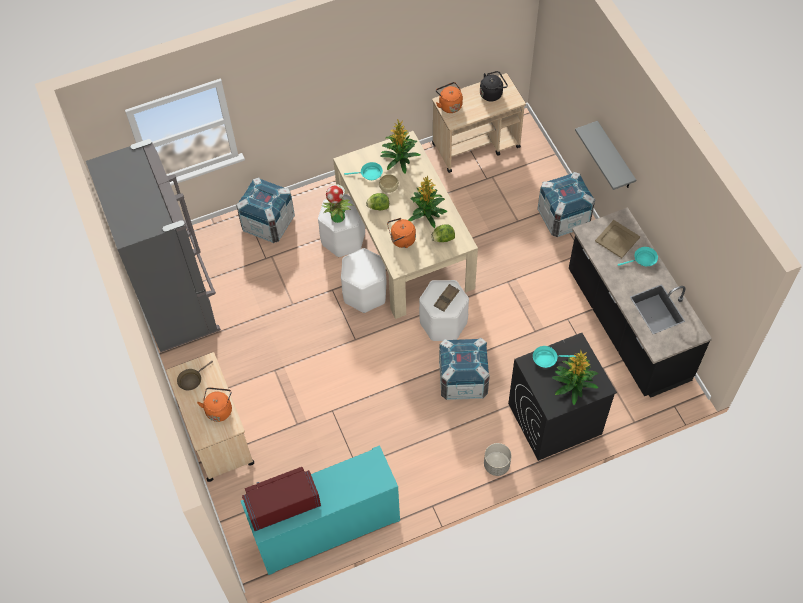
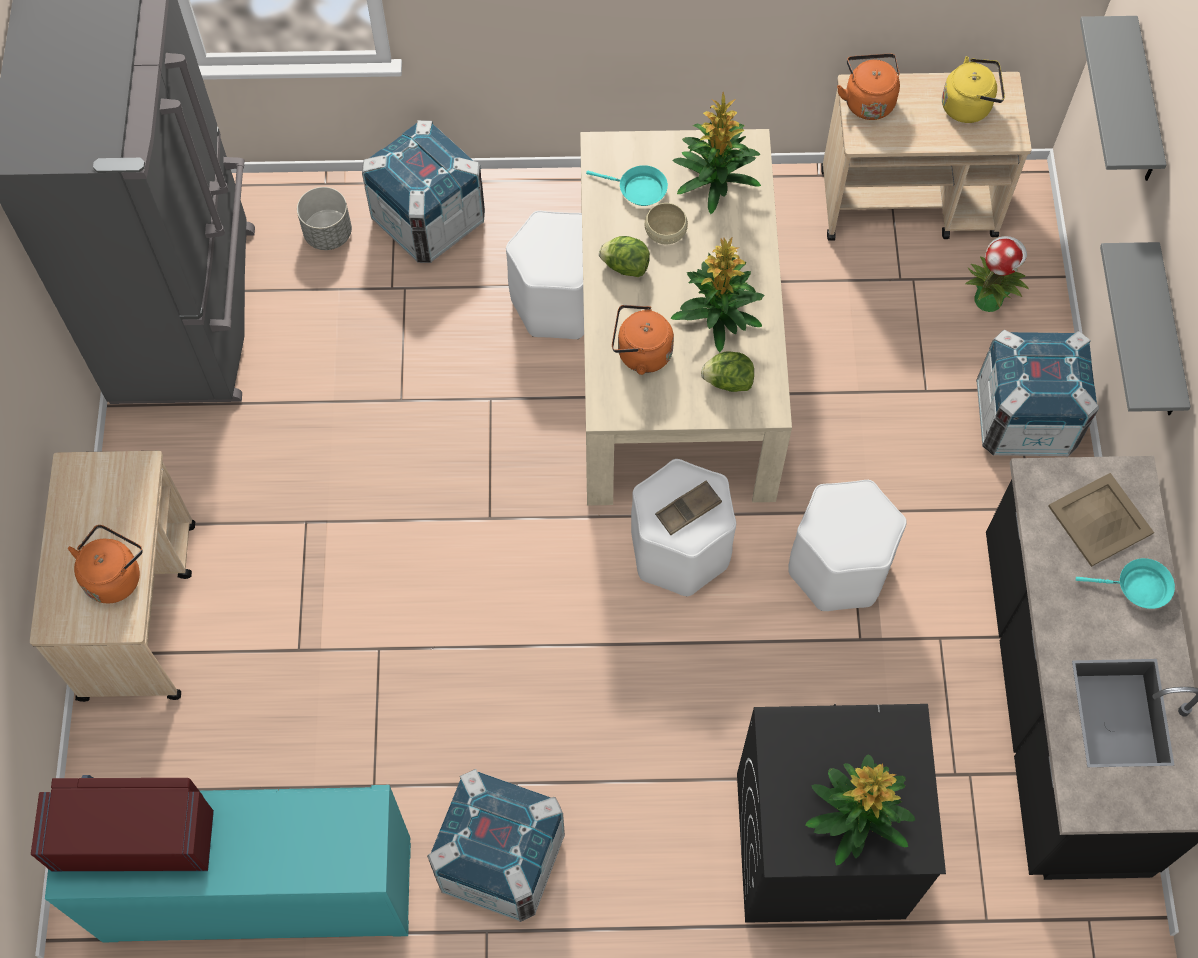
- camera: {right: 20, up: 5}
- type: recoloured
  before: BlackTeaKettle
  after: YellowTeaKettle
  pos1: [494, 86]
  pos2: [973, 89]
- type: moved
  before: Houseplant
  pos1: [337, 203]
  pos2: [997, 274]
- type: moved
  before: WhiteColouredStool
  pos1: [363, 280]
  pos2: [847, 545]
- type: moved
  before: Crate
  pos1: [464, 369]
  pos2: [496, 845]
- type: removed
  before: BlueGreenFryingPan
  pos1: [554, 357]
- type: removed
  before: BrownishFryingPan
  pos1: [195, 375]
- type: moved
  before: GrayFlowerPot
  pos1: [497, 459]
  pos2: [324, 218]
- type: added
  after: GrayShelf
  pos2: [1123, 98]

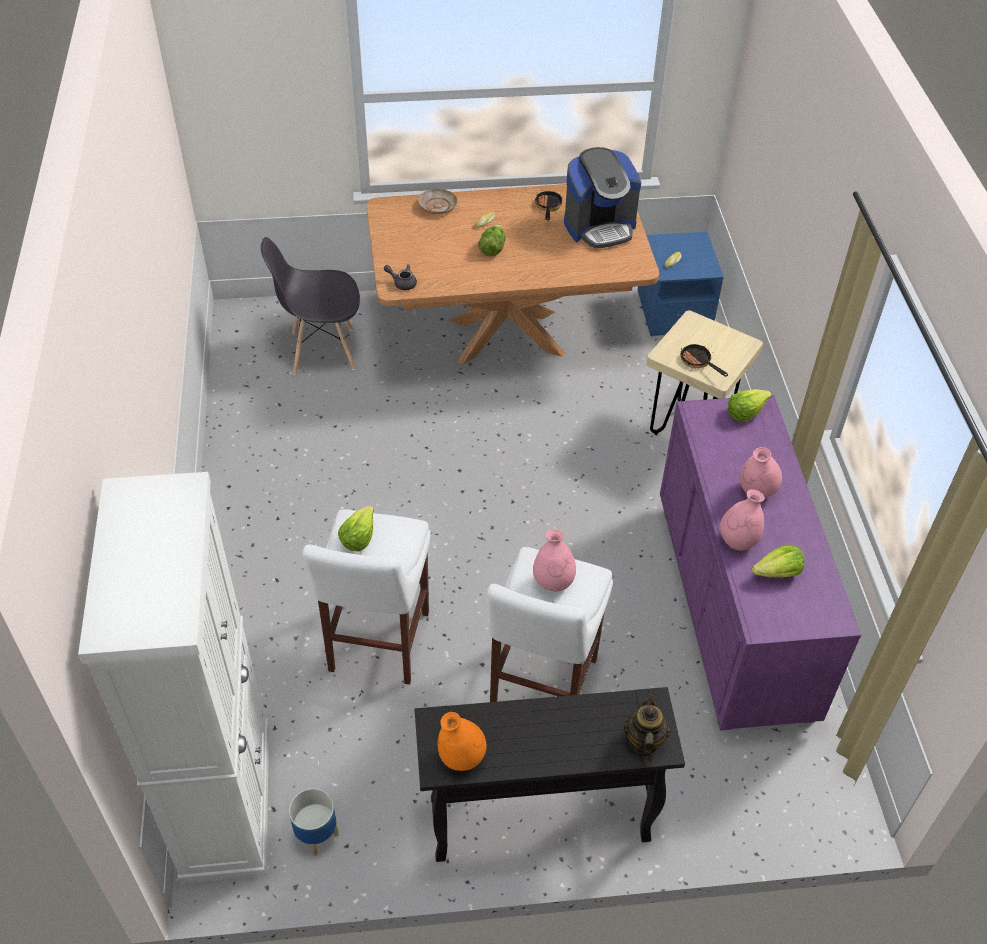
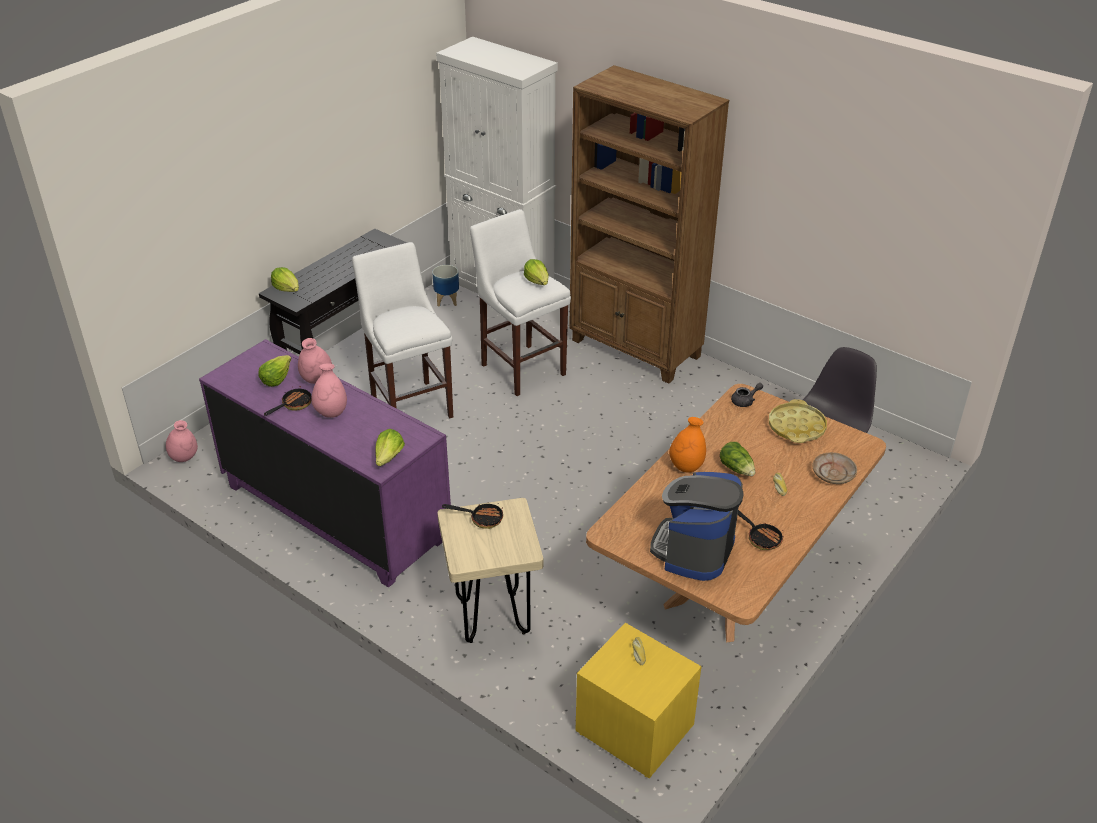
- camera: {right: 135, up: -10}
- type: recoloured
  before: BlueNightTable
  after: YellowNightTable
  pos1: [681, 284]
  pos2: [638, 700]
- type: moved
  before: PinkishVase
  pos1: [554, 560]
  pos2: [182, 441]
- type: replaced
  before: PotForTea
  after: Lettuce
  pos1: [647, 726]
  pos2: [285, 279]
- type: moved
  before: OrangeColouredVase
  pos1: [462, 741]
  pos2: [687, 445]
- type: added
  after: BrownishBookshelf
  pos2: [649, 224]
- type: added
  after: FryingPan
  pos2: [287, 401]
- type: added
  after: YellowServingTray
  pos2: [798, 421]

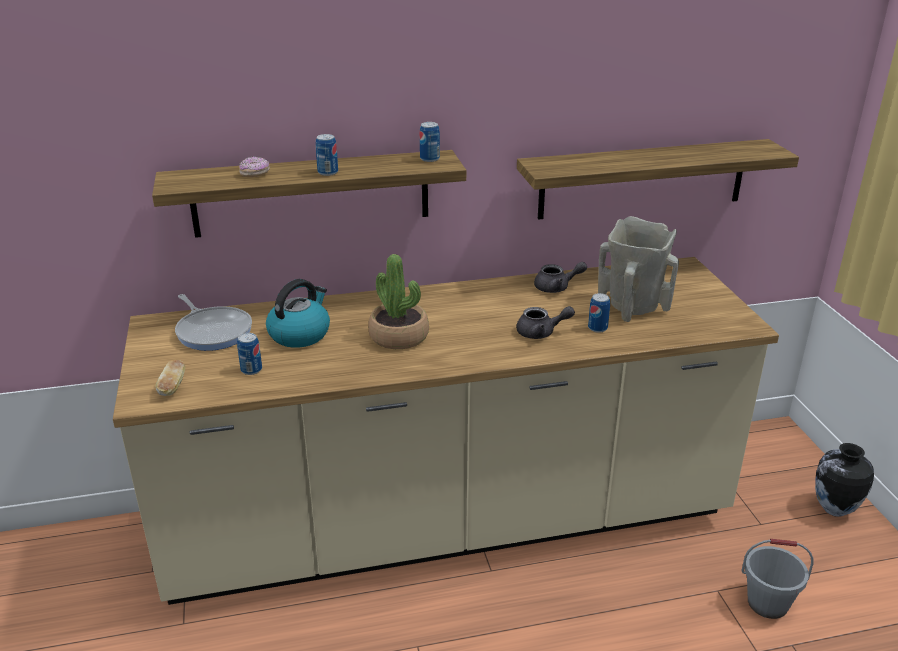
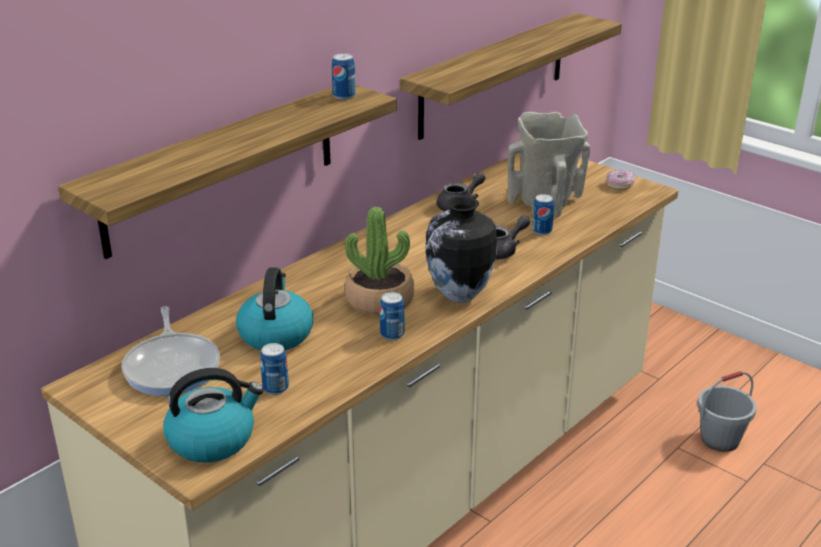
- camera: {right: -35, up: 0}
- type: moved
  before: MetalCan
  pos1: [327, 155]
  pos2: [392, 316]
- type: moved
  before: RingDoughnut
  pos1: [254, 167]
  pos2: [621, 180]
- type: turned
  before: FryingPan
  pos1: [213, 322]
  pos2: [170, 351]
  turn: 60
- type: replaced
  before: Bread
  after: TeaKettle
  pos1: [170, 378]
  pos2: [213, 415]
- type: moved
  before: Vase
  pos1: [844, 480]
  pos2: [461, 249]

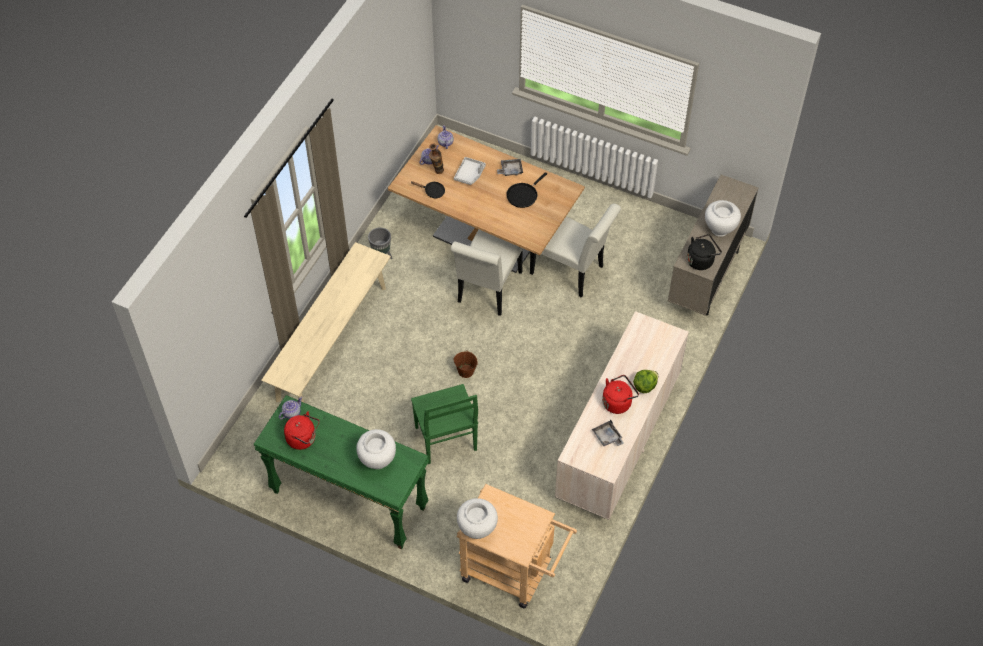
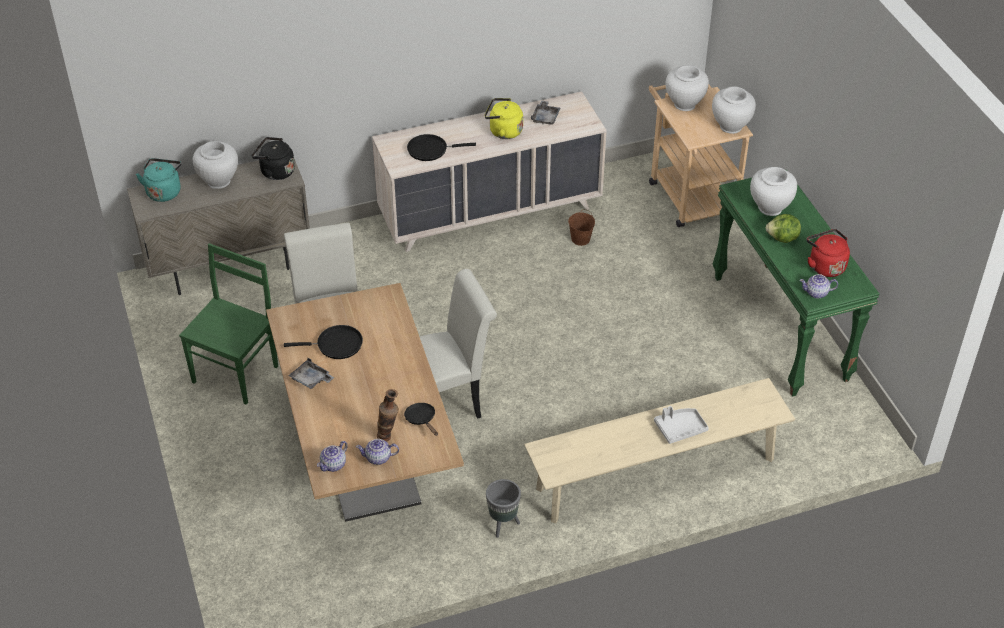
- camera: {right: -135, up: -10}
- type: moved
  before: GrayServingTray
  pos1: [470, 171]
  pos2: [681, 425]
- type: moved
  before: BrownishWaterBucket
  pos1: [466, 364]
  pos2: [581, 227]
- type: moved
  before: Lettuce
  pos1: [645, 381]
  pos2: [783, 228]
- type: recoloured
  before: RedColouredTeaKettle
  after: YellowTeaKettle
  pos1: [620, 394]
  pos2: [504, 118]
- type: moved
  before: GreenColouredChair
  pos1: [444, 424]
  pos2: [228, 324]
- type: added
  after: WhiteColouredVase
  pos2: [687, 88]
- type: added
  after: BlackFryingPan
  pos2: [441, 147]
- type: added
  after: BlueGreenTeaKettle
  pos2: [159, 180]

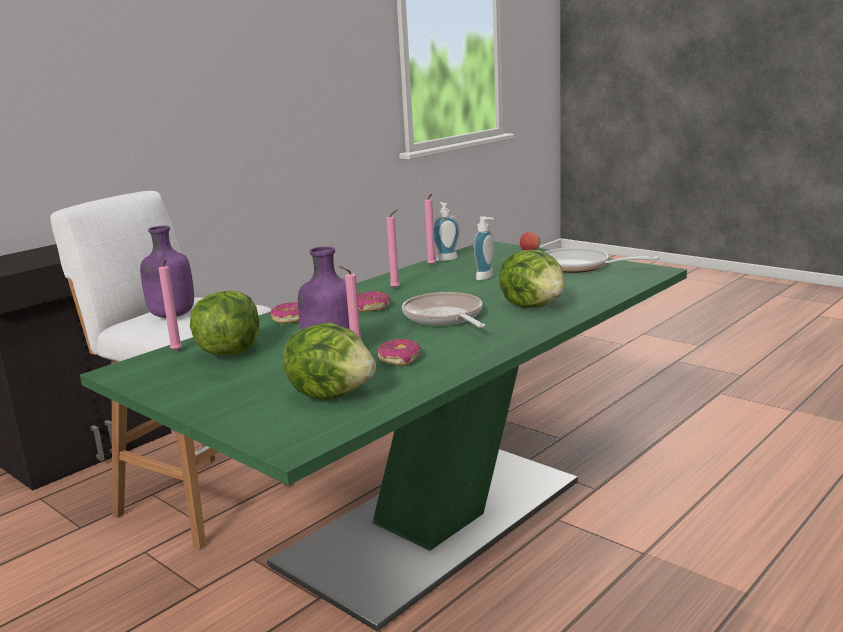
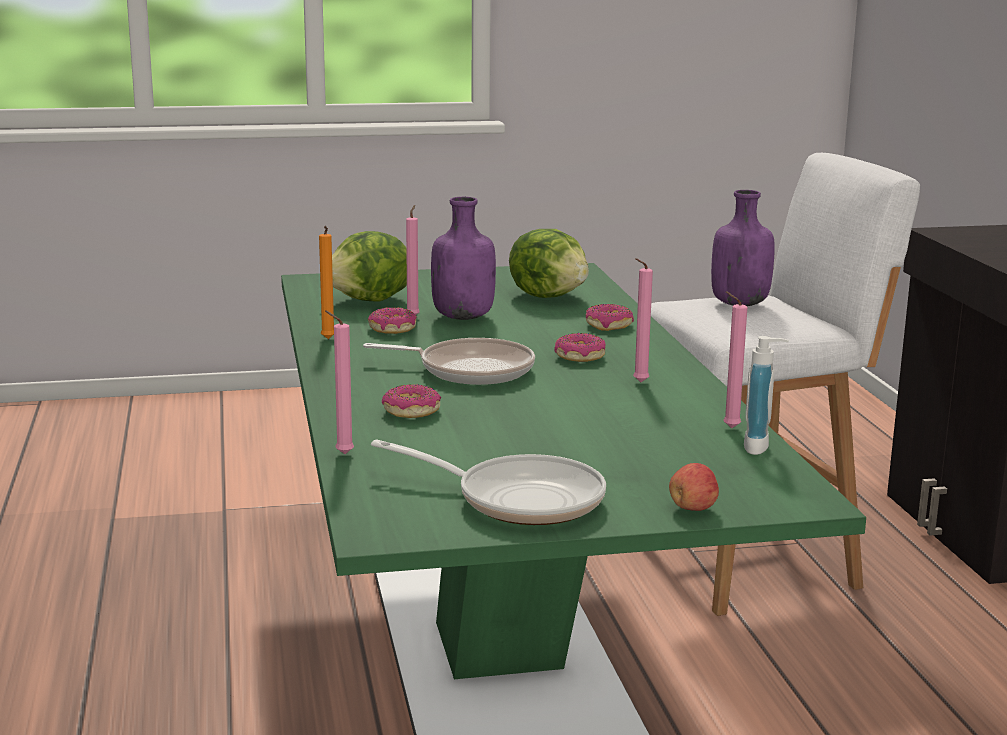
- camera: {right: 125, up: 0}
- type: removed
  before: SoapBottle
  pos1: [484, 248]
- type: turned
  before: FryingPan
  pos1: [602, 260]
  pos2: [488, 482]
  turn: 45
- type: replaced
  before: Lettuce
  after: RingDoughnut
  pos1: [532, 279]
  pos2: [411, 401]
- type: moved
  before: PinkishWaxCandle
  pos1: [170, 305]
  pos2: [339, 382]
- type: added
  after: OrangeColouredWaxCandle
  pos2: [326, 282]

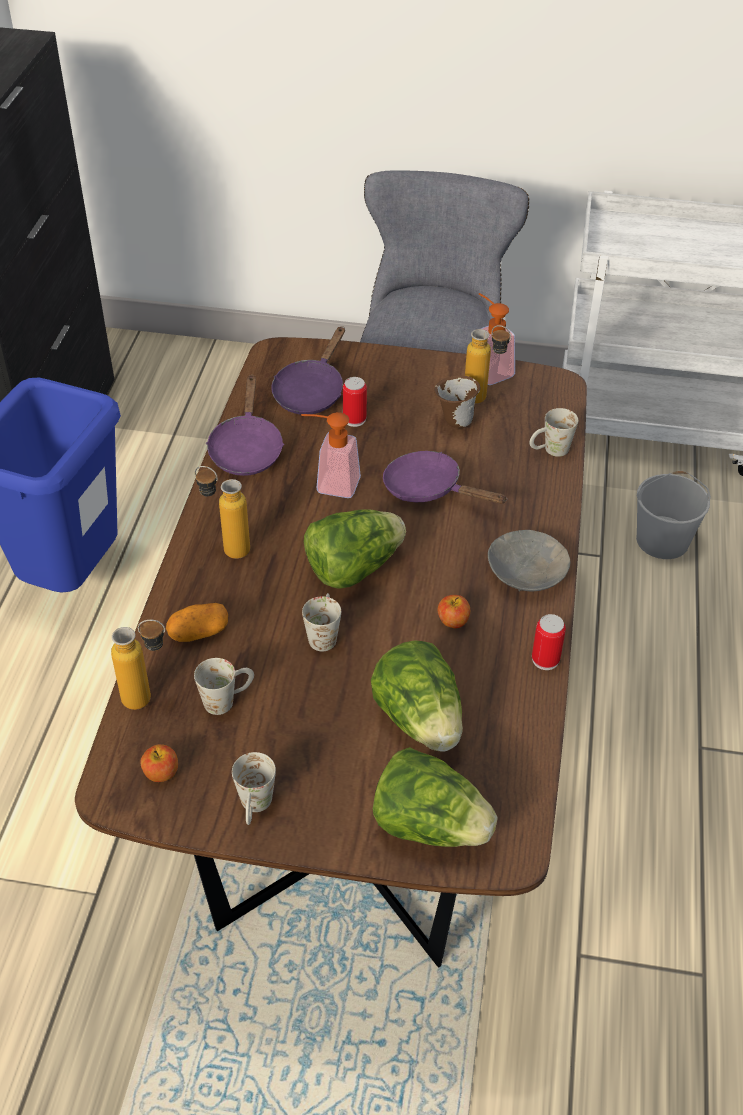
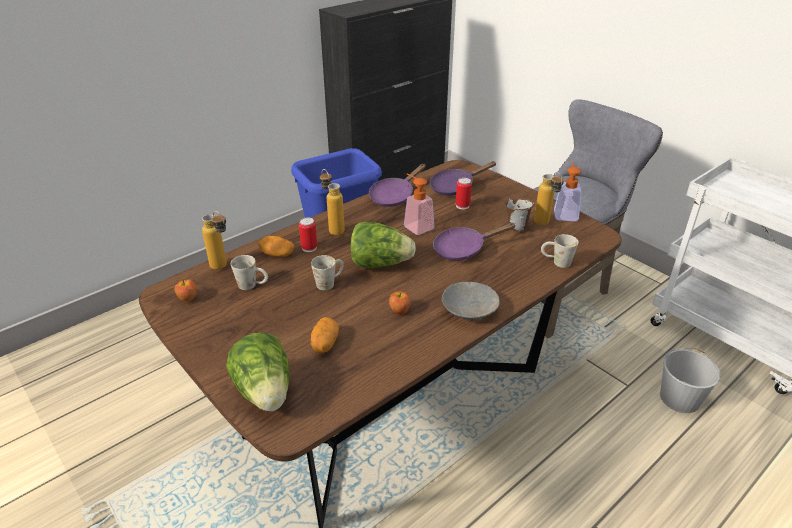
- camera: {right: 40, up: -10}
- type: turned
  before: PurplishFryingPan
  pos1: [445, 477]
  pos2: [474, 242]
  turn: -90
- type: moved
  before: MetalCan
  pos1: [549, 642]
  pos2: [308, 234]
- type: replaced
  before: Lettuce
  after: Potato
  pos1: [417, 696]
  pos2: [325, 335]
- type: removed
  before: WhiteColouredMug
  pos1: [254, 788]

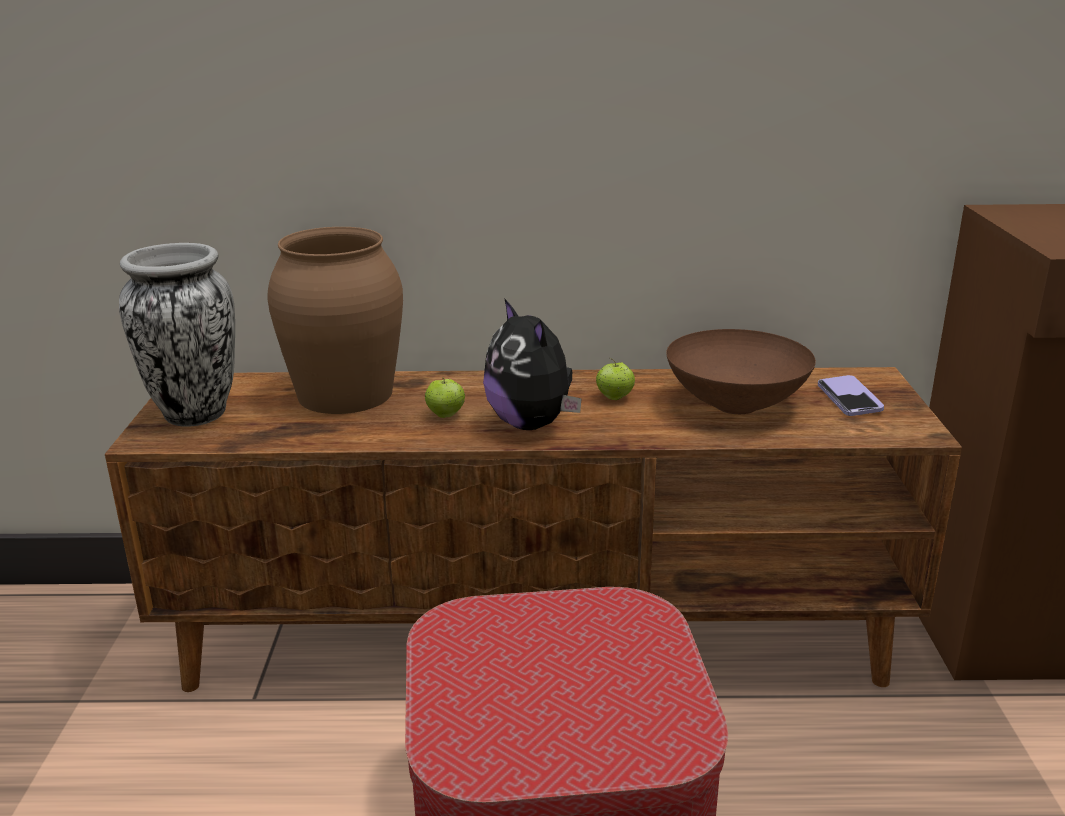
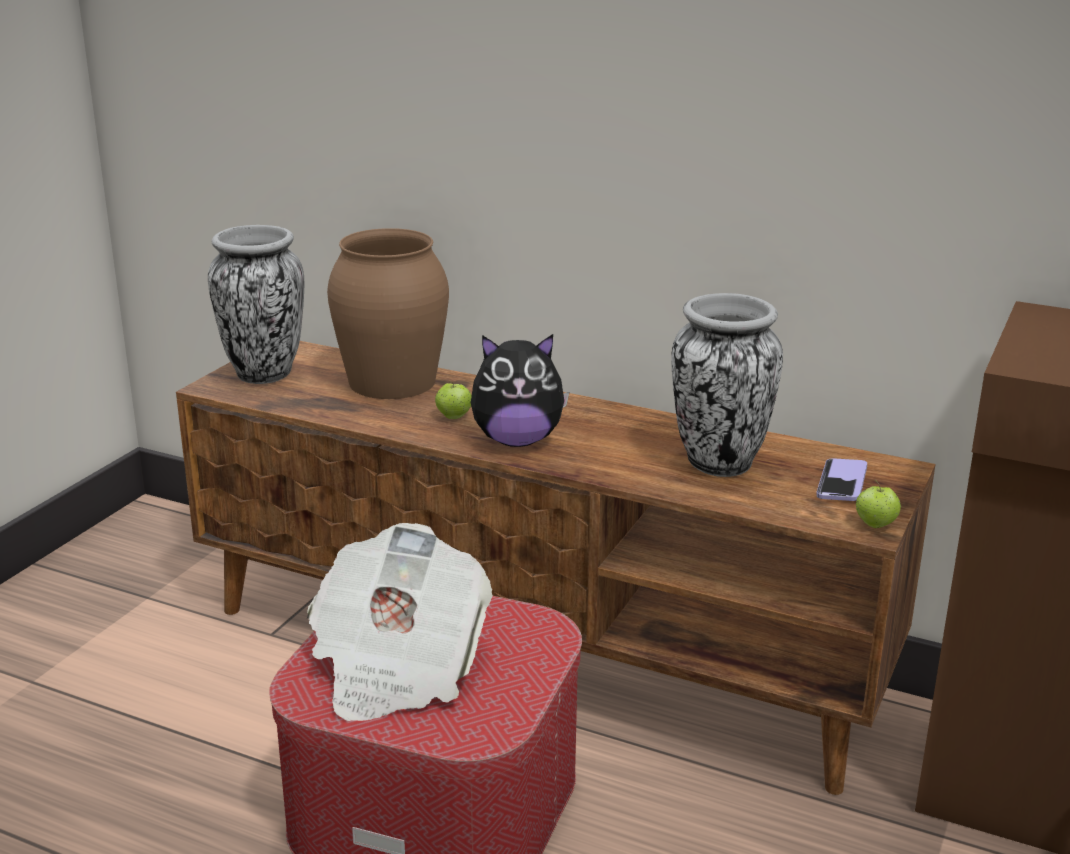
- camera: {right: 25, up: 0}
- type: turned
  before: CuddlyToy
  pos1: [532, 364]
  pos2: [520, 390]
  turn: -90
- type: replaced
  before: BrownishBowl
  after: Vase
  pos1: [741, 371]
  pos2: [727, 385]
- type: moved
  before: Apple
  pos1: [615, 378]
  pos2: [878, 504]
- type: added
  after: Newspaper
  pos2: [400, 622]

